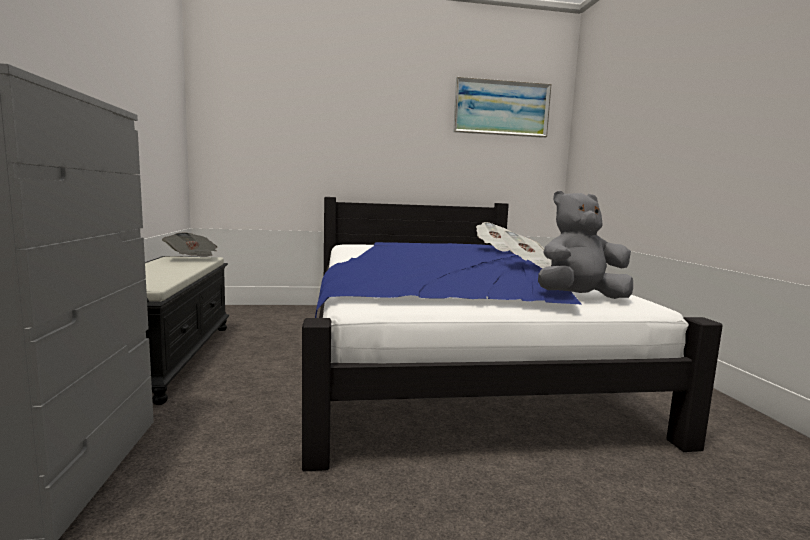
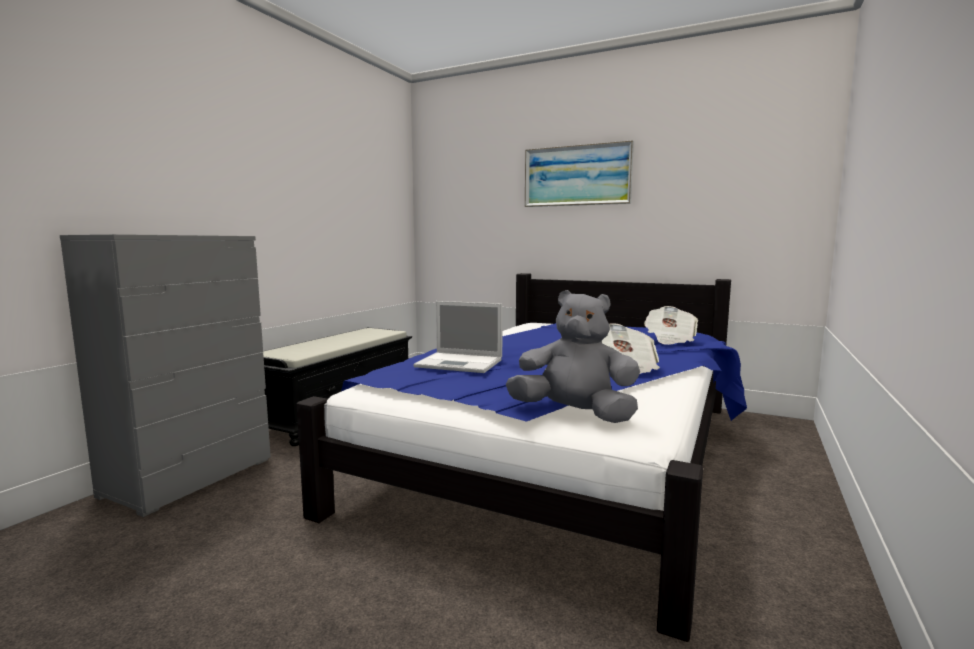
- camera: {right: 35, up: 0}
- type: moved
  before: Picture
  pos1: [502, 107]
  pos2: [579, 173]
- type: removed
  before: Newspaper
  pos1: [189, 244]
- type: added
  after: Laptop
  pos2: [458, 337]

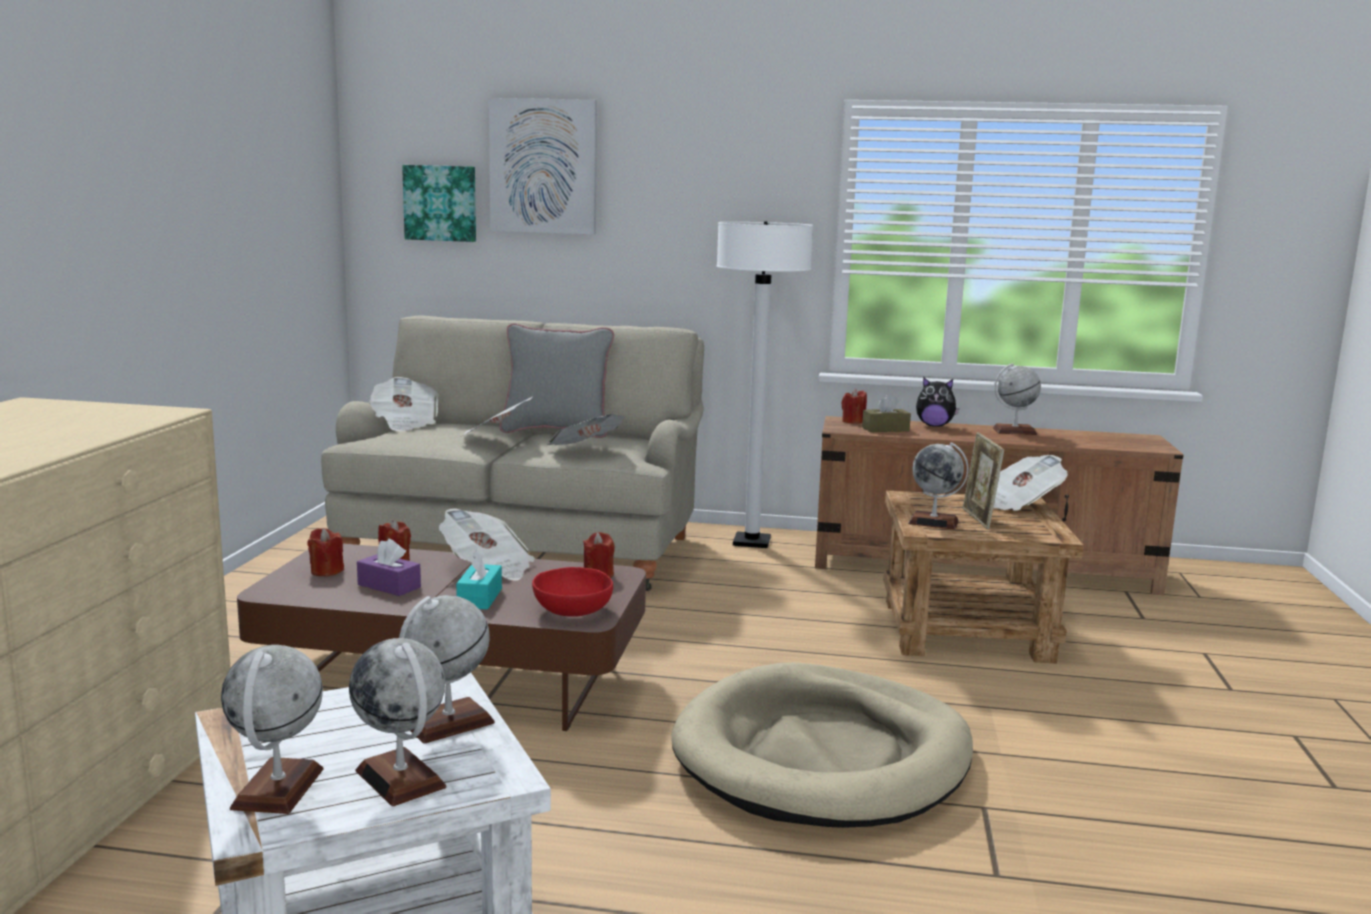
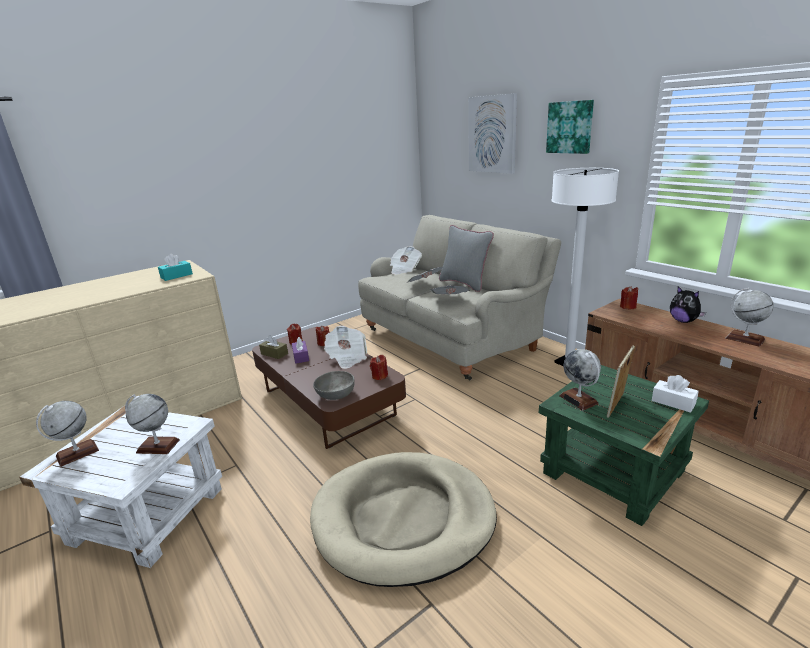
- camera: {right: 45, up: 10}
- type: moved
  before: Picture
  pos1: [439, 203]
  pos2: [570, 127]
- type: moved
  before: BrownishTissueHolder
  pos1: [886, 413]
  pos2: [273, 347]
- type: replaced
  before: Newspaper
  after: WhiteColouredTissueHolder
  pos1: [1030, 483]
  pos2: [675, 394]
- type: recoloured
  before: BrownishEndTable
  after: GreenColouredEndTable
  pos1: [983, 577]
  pos2: [624, 445]
- type: moved
  before: BlueGreenTissueHolder
  pos1: [479, 580]
  pos2: [175, 267]
- type: recoloured
  before: RedColouredBowl
  after: GrayBowl
  pos1: [572, 592]
  pos2: [334, 385]
- type: removed
  before: DeskGlobe
  pos1: [397, 722]

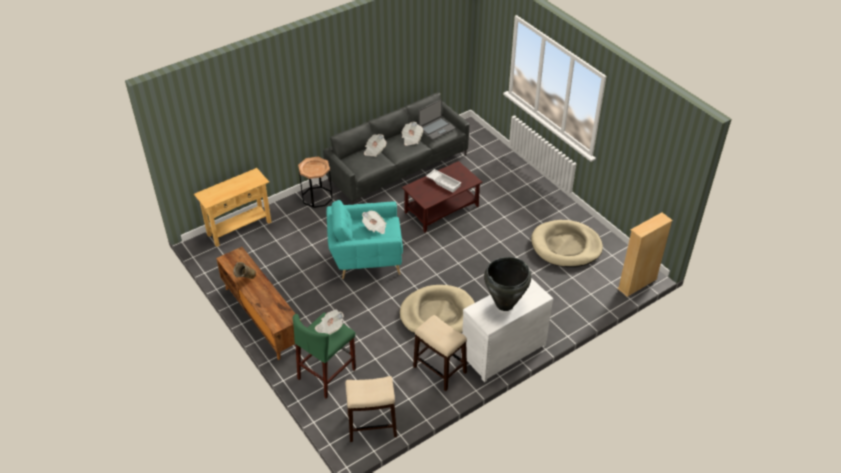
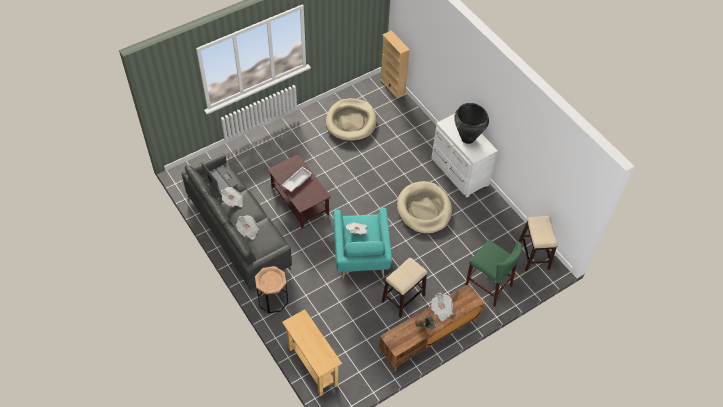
- camera: {right: -90, up: 10}
- type: moved
  before: Newspaper
  pos1: [329, 322]
  pos2: [442, 307]
- type: moved
  before: Stool
  pos1: [440, 353]
  pos2: [404, 288]

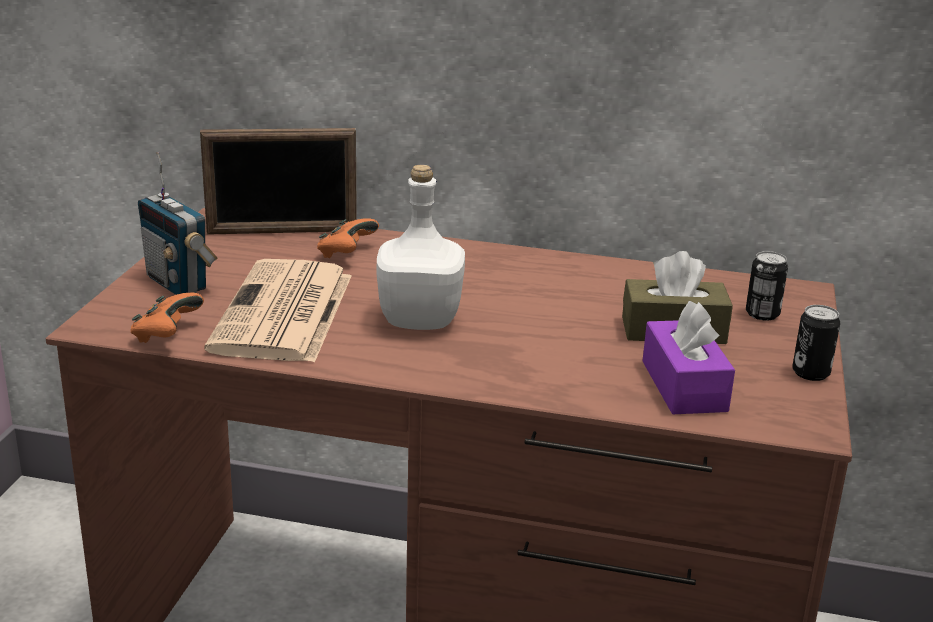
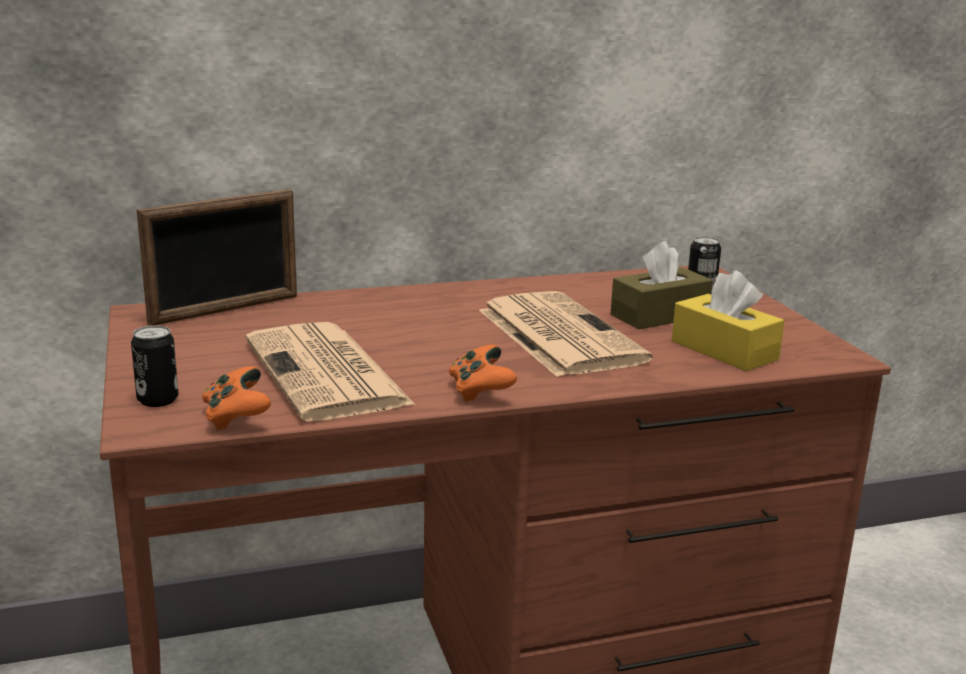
- camera: {right: -30, up: -5}
- type: removed
  before: Radio
  pos1: [178, 223]
- type: removed
  before: WhiteColouredDrinkBottle
  pos1: [420, 247]
- type: moved
  before: OrangeColouredGameController
  pos1: [348, 238]
  pos2: [483, 373]
- type: recoloured
  before: PurplishTissueHolder
  after: YellowTissueHolder
  pos1: [688, 357]
  pos2: [728, 321]
- type: moved
  before: MetalCan
  pos1: [816, 343]
  pos2: [155, 366]
- type: added
  after: Newspaper
  pos2: [566, 334]

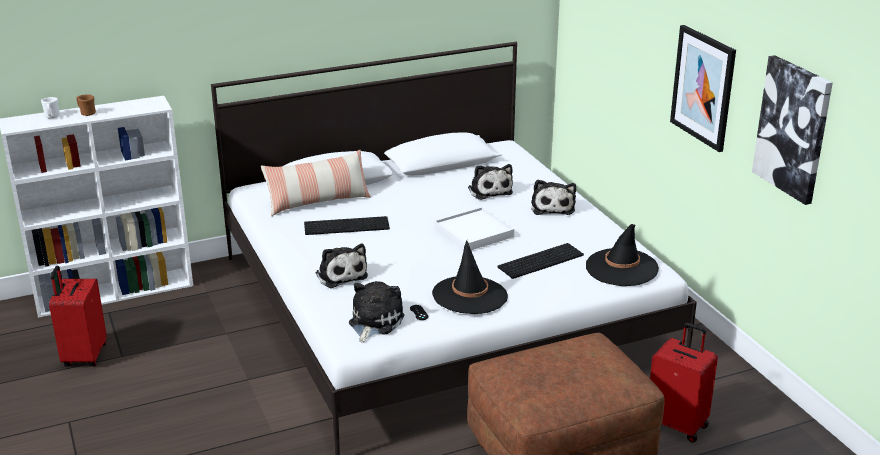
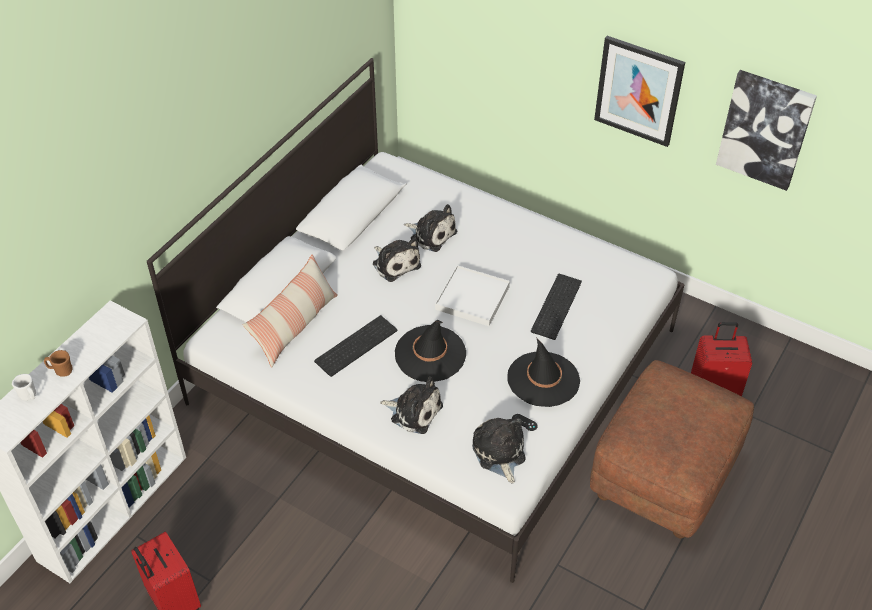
- camera: {right: -35, up: 20}
- type: moved
  before: CuddlyToy
  pos1: [553, 197]
  pos2: [397, 259]
- type: moved
  before: BlackHat
  pos1: [622, 255]
  pos2: [430, 351]

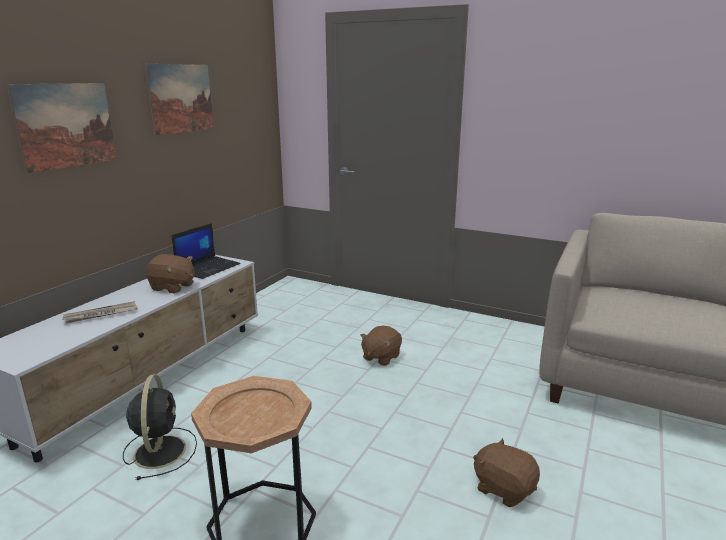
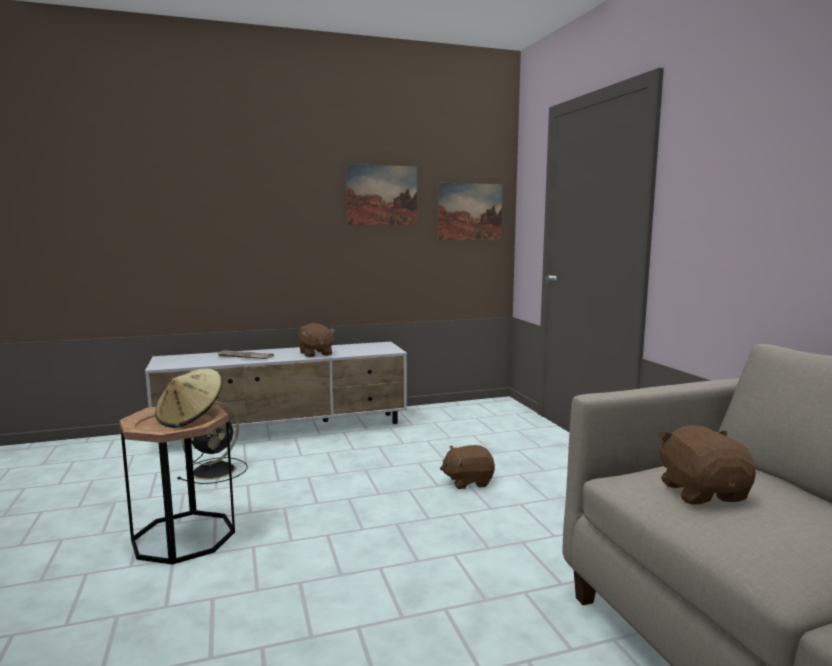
- camera: {right: 45, up: -10}
- type: moved
  before: Picture
  pos1: [62, 128]
  pos2: [470, 211]
- type: removed
  before: Laptop
  pos1: [206, 251]
- type: moved
  before: BrownishCuddlyToy
  pos1: [506, 472]
  pos2: [706, 464]
- type: added
  after: BeigeColouredHat
  pos2: [188, 398]

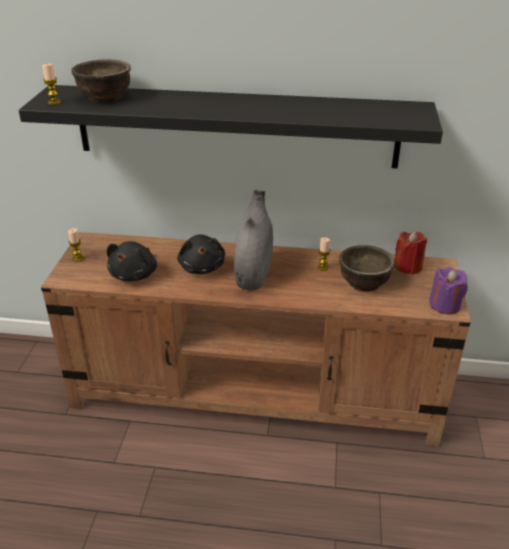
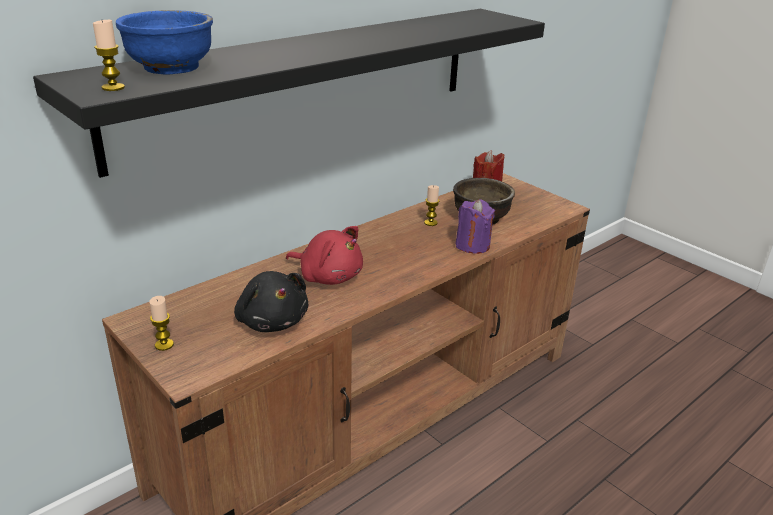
- camera: {right: -50, up: -5}
- type: recoloured
  before: BrownishBowl
  after: BlueBowl
  pos1: [101, 81]
  pos2: [164, 42]
- type: removed
  before: GrayVase
  pos1: [253, 240]
- type: recoloured
  before: BlackCuddlyToy
  after: RedColouredCuddlyToy
  pos1: [201, 254]
  pos2: [324, 255]
- type: moved
  before: PurplishWaxCandle
  pos1: [448, 290]
  pos2: [475, 226]

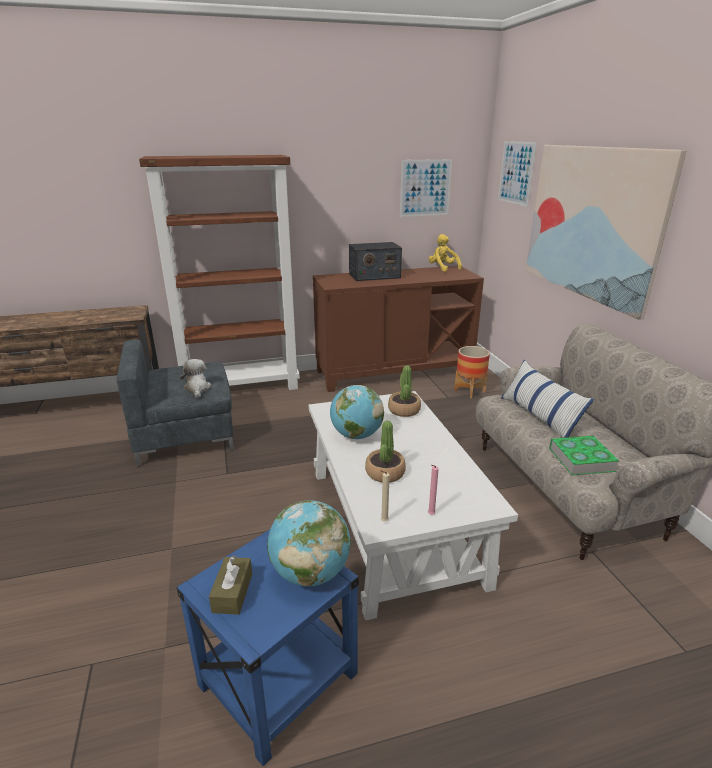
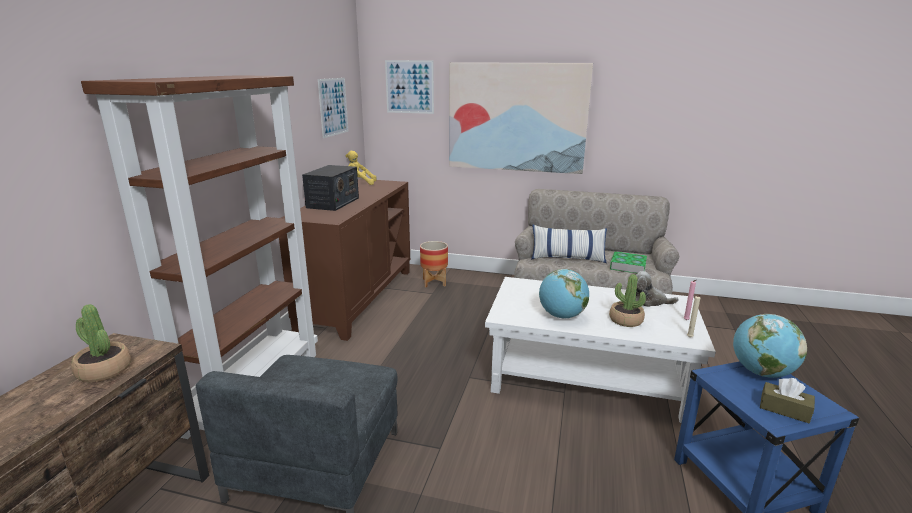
- camera: {right: -60, up: -5}
- type: moved
  before: CuddlyToy
  pos1: [195, 378]
  pos2: [657, 289]
- type: moved
  before: Houseplant
  pos1: [404, 391]
  pos2: [101, 343]

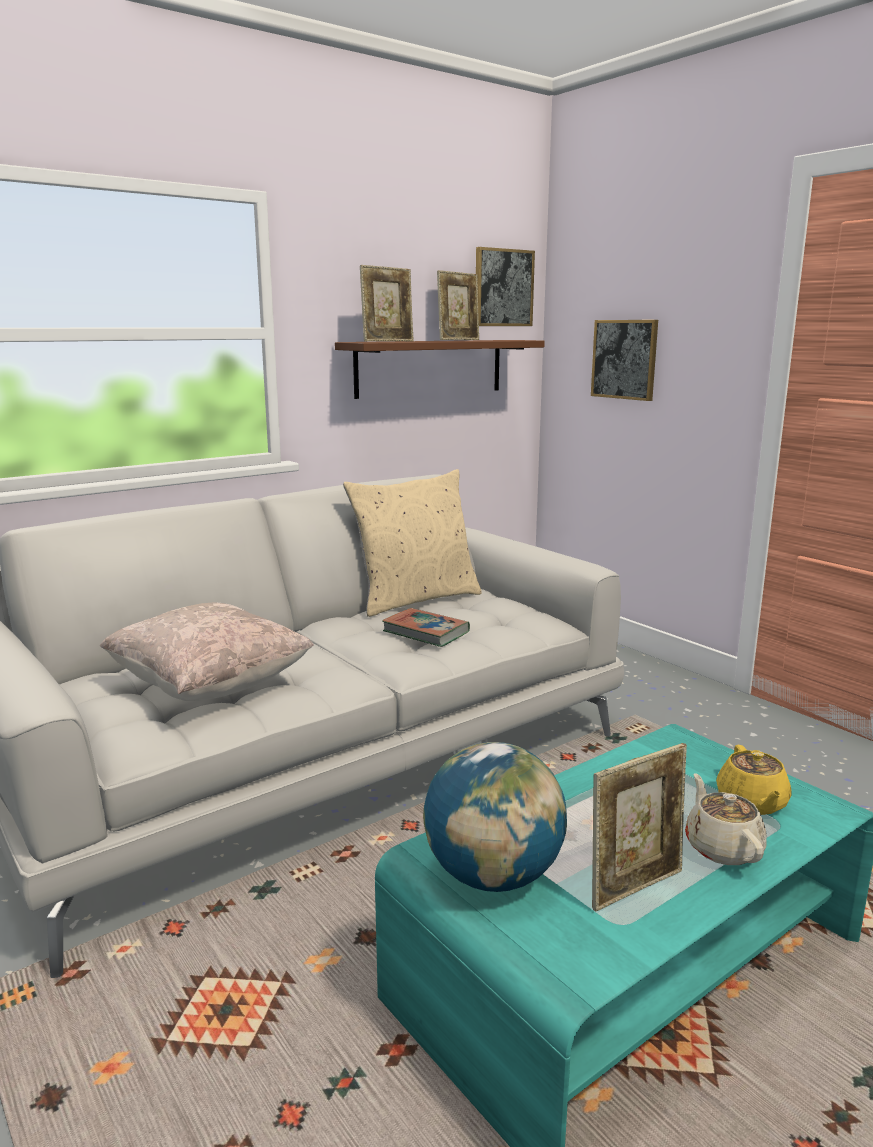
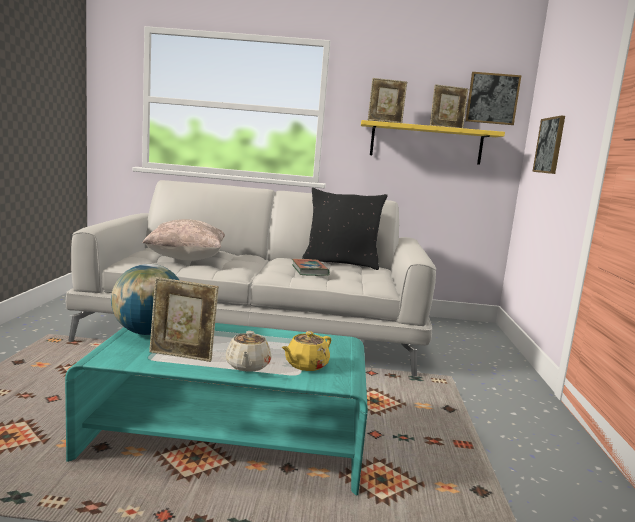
- camera: {right: 40, up: -5}
- type: recoloured
  before: BrownishShelf
  after: YellowShelf
  pos1: [440, 369]
  pos2: [433, 142]
- type: recoloured
  before: BeigeColouredPillow
  after: BlackPillow
  pos1: [412, 543]
  pos2: [344, 229]
- type: turned
  before: BeigeColouredPotForTea
  pos1: [726, 819]
  pos2: [249, 351]
  turn: 150

